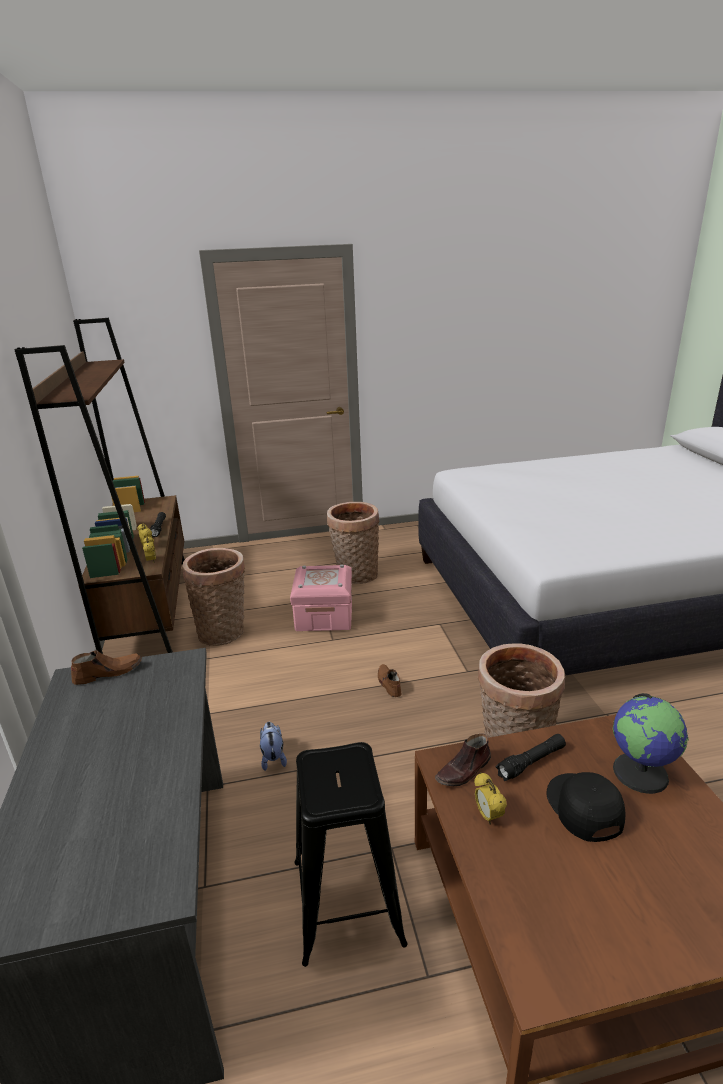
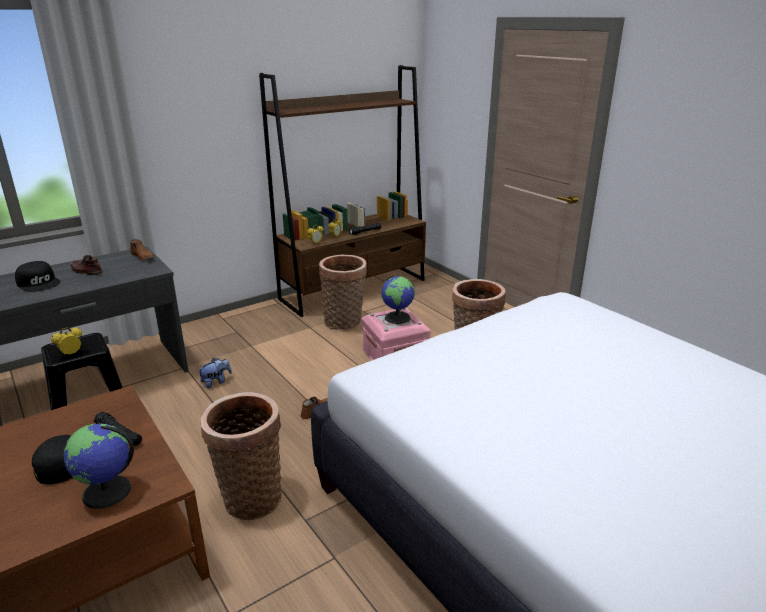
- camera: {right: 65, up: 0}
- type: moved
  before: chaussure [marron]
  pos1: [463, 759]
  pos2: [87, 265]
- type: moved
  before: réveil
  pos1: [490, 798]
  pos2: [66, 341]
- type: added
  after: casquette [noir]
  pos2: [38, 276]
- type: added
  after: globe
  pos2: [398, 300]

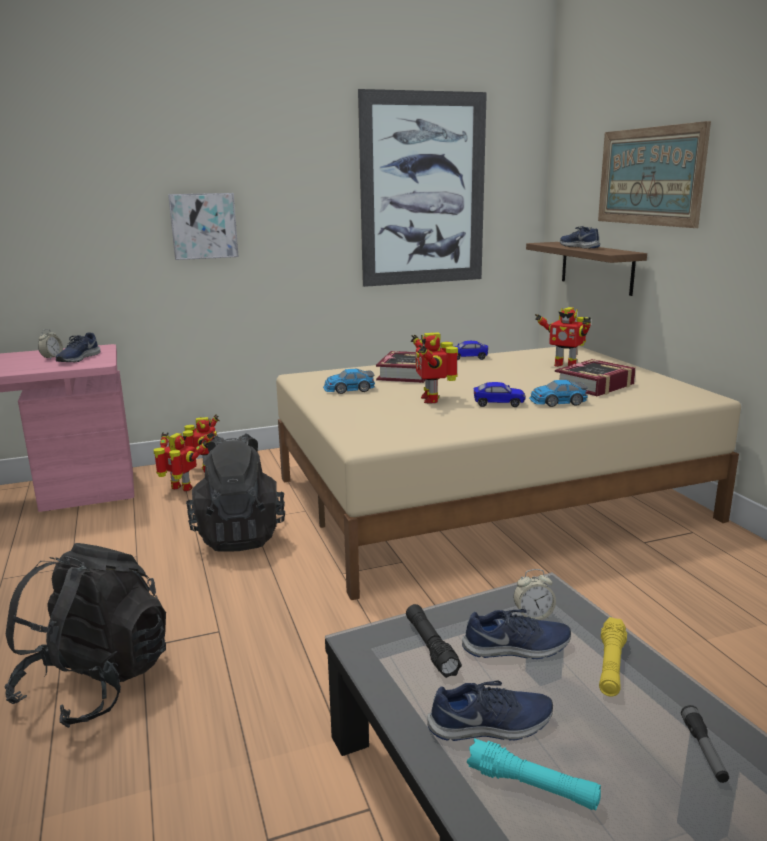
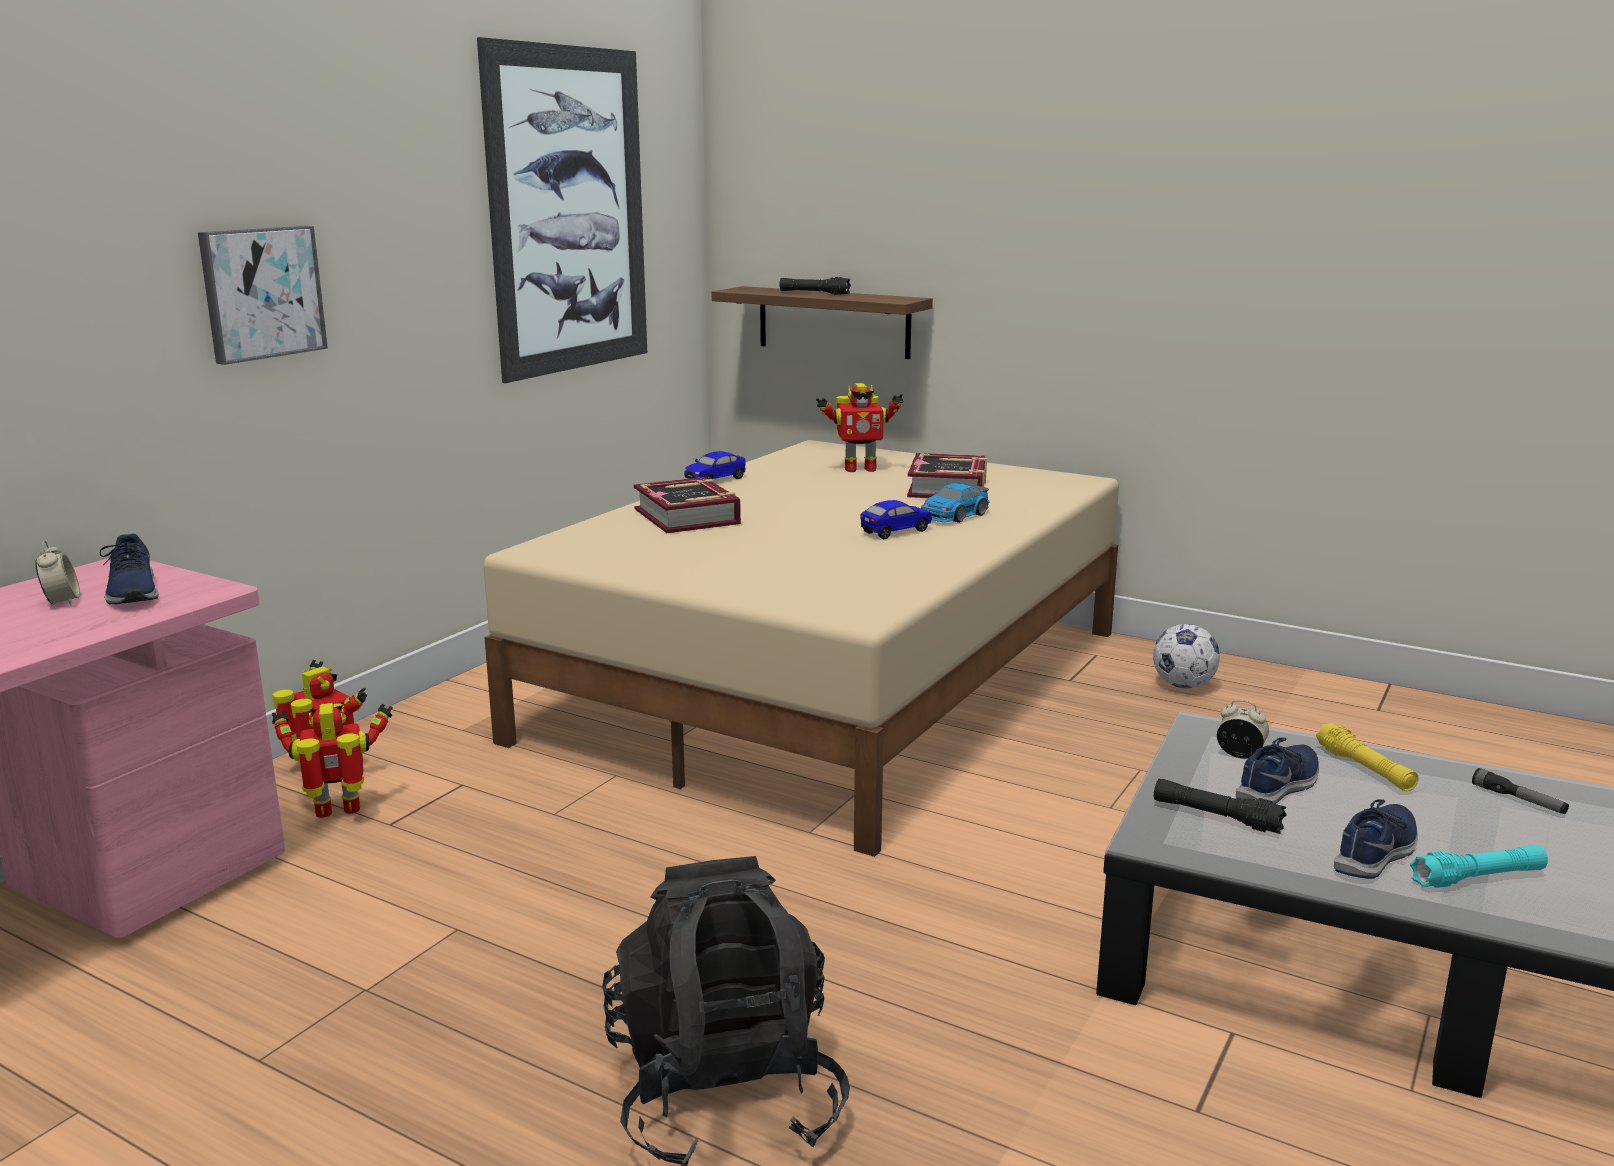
- camera: {right: -40, up: 0}
- type: removed
  before: tableau
  pos1: [654, 174]
- type: replaced
  before: chaussure [bleu]
  after: lampe de poche [noir]
  pos1: [580, 237]
  pos2: [815, 286]
- type: removed
  before: robot jouet
  pos1: [434, 367]
- type: removed
  before: petite voiture
  pos1: [349, 381]
- type: removed
  before: sac à dos [noir]
  pos1: [235, 492]
- type: turned
  before: réveil
  pos1: [534, 594]
  pos2: [1243, 729]
  turn: -105
- type: added
  after: ballon de foot
  pos2: [1186, 656]

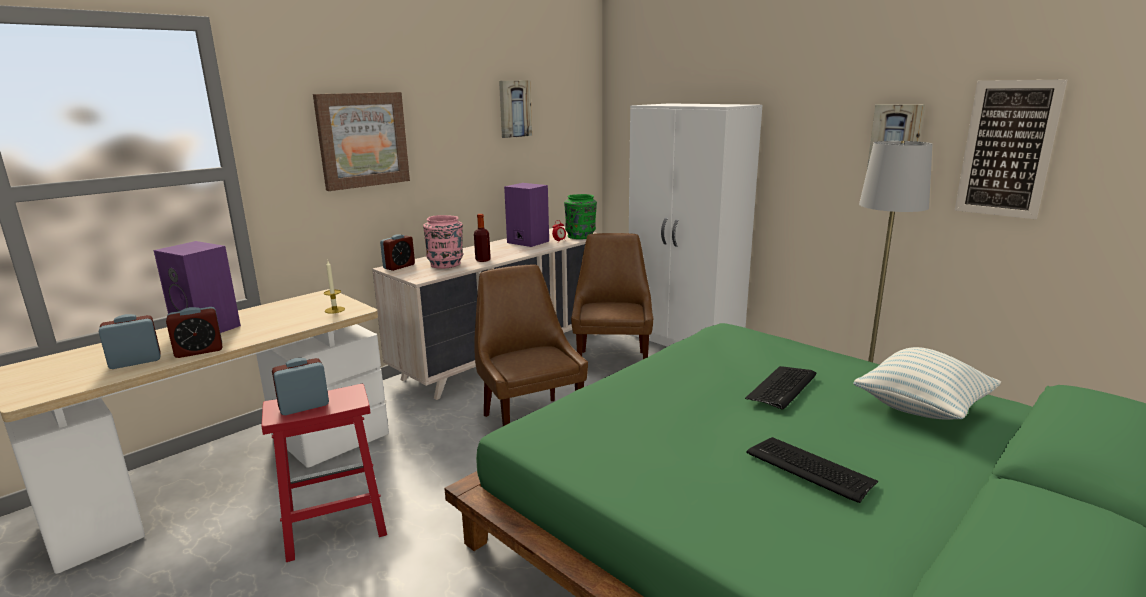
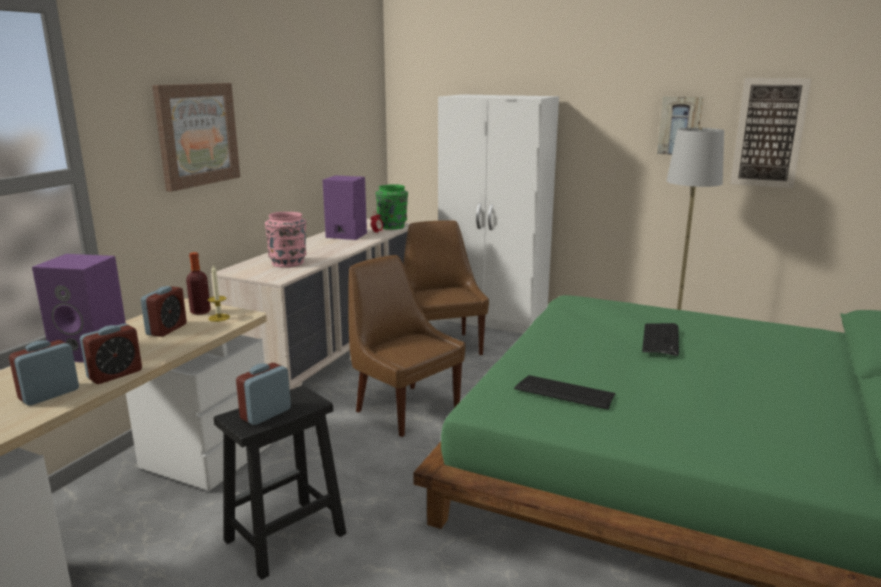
- camera: {right: -20, up: 0}
- type: removed
  before: tableau
  pos1: [515, 109]
- type: moved
  before: bouteille
  pos1: [482, 238]
  pos2: [198, 283]
- type: moved
  before: réveil
  pos1: [397, 252]
  pos2: [164, 311]
- type: removed
  before: coussin
  pos1: [927, 383]
- type: recoloured
  before: tabouret [rouge]
  after: tabouret [noir]
  pos1: [324, 473]
  pos2: [280, 483]
- type: moved
  before: clavier
  pos1: [812, 470]
  pos2: [565, 392]

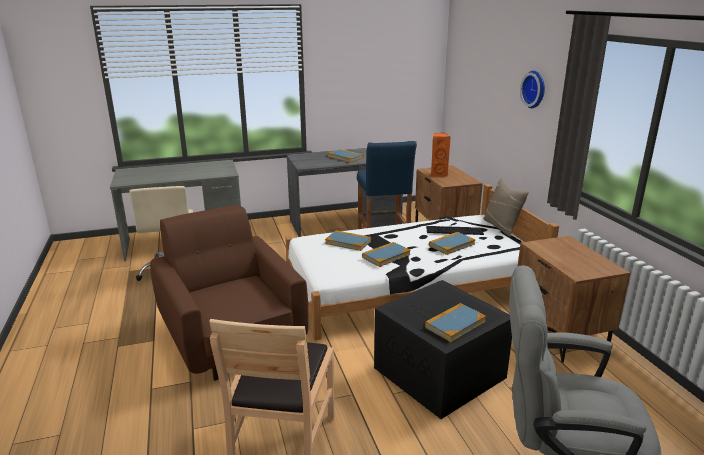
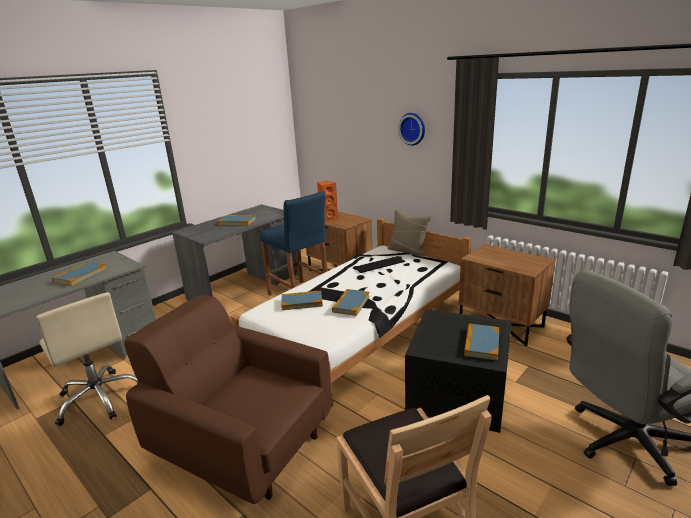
- camera: {right: -30, up: 0}
- type: moved
  before: livre
  pos1: [452, 243]
  pos2: [79, 273]

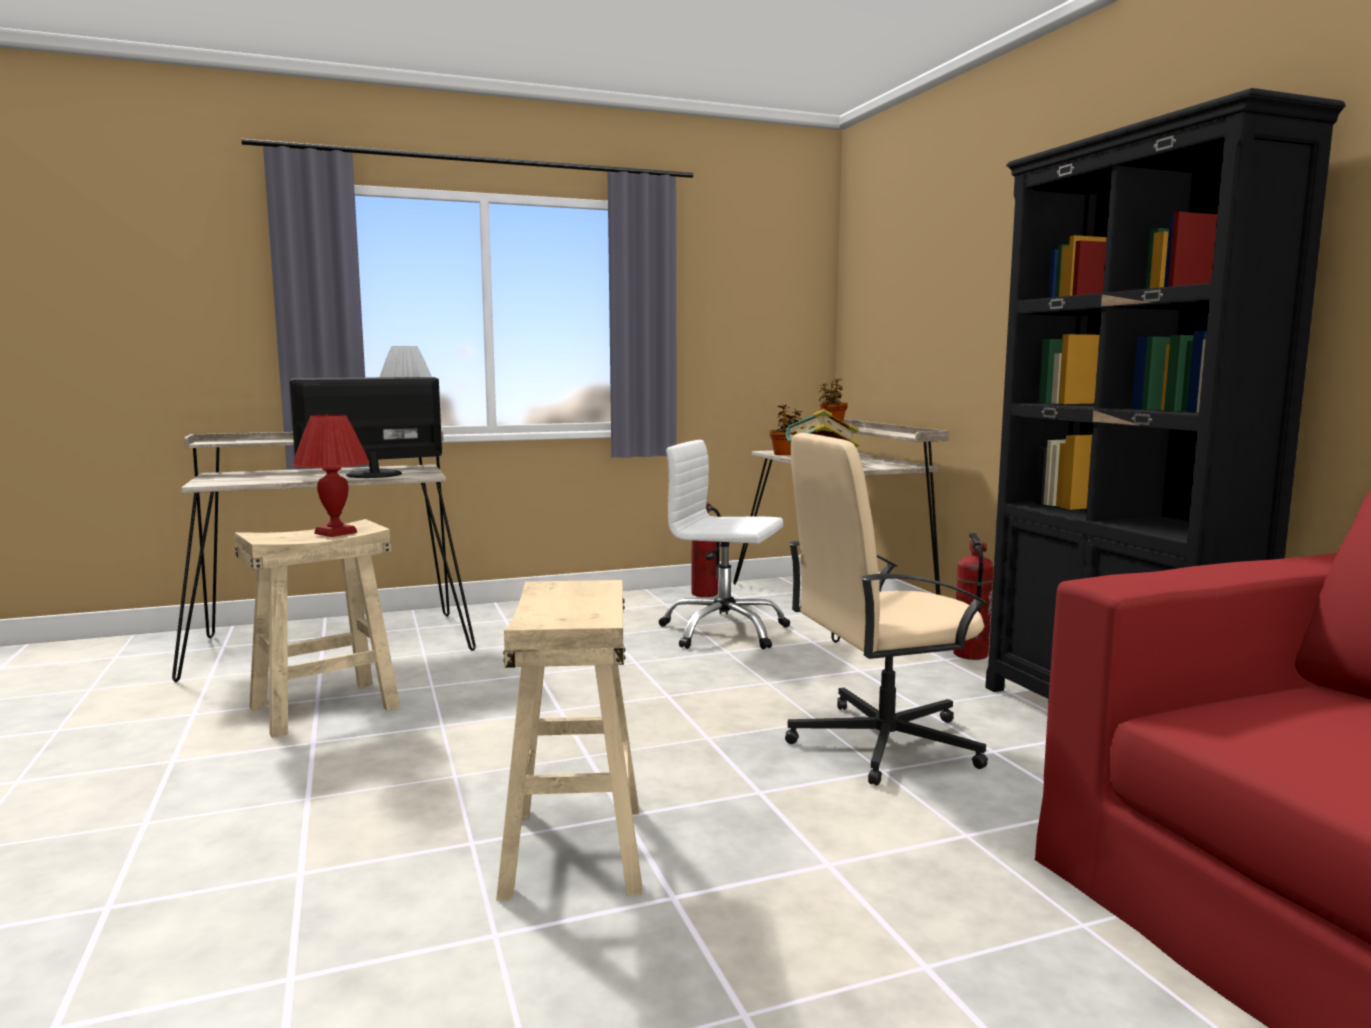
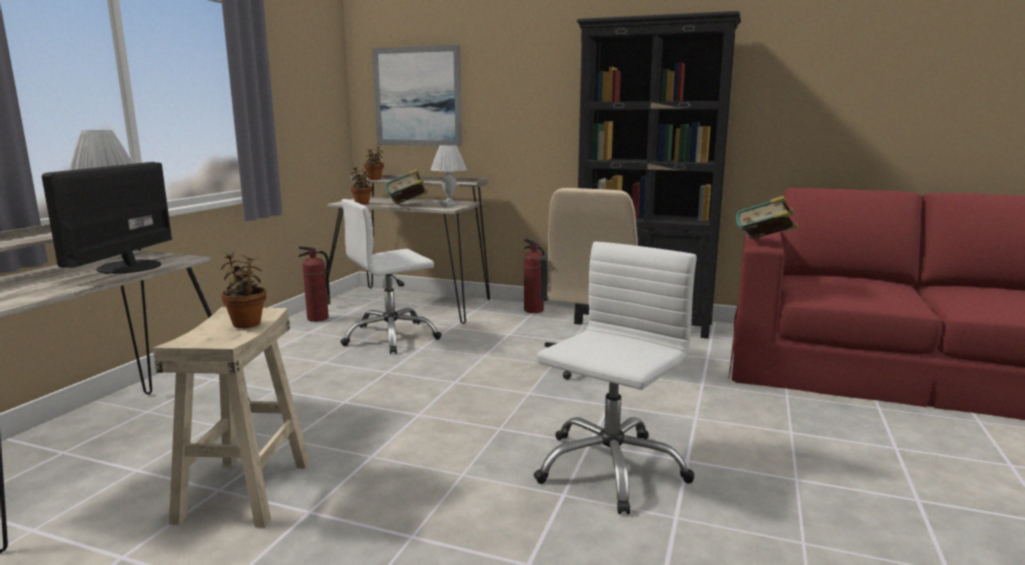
- camera: {right: -50, up: 5}
- type: replaced
  before: lampe de table [rouge]
  after: plante en pot
  pos1: [331, 475]
  pos2: [243, 290]
- type: replaced
  before: tabouret [beige]
  after: chaise de bureau [blanc]
  pos1: [569, 740]
  pos2: [615, 378]
- type: added
  after: tableau
  pos2: [417, 95]
- type: added
  after: lampe de table [blanc]
  pos2: [449, 176]
- type: added
  after: livre
  pos2: [767, 217]

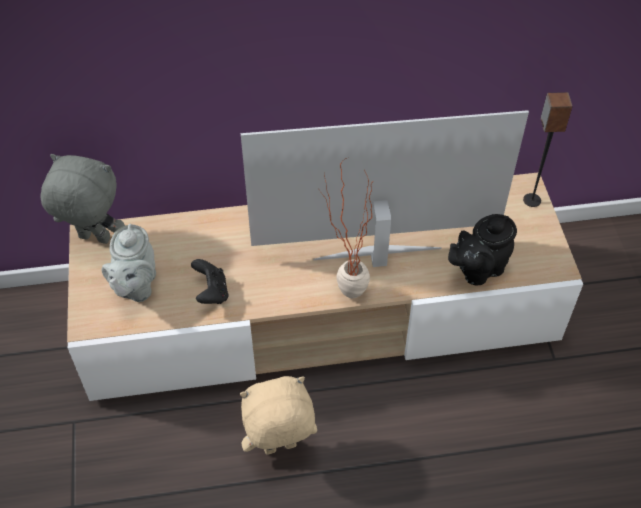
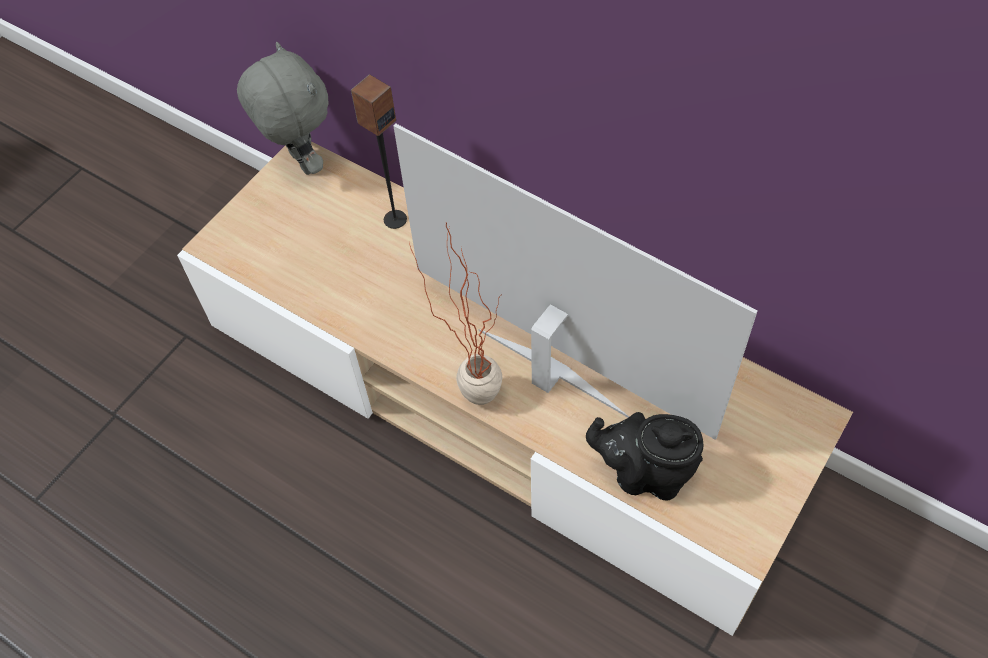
- camera: {right: 45, up: 5}
- type: moved
  before: enceinte
  pos1: [548, 149]
  pos2: [379, 152]
- type: removed
  before: théière [gris]
  pos1: [128, 263]
- type: removed
  before: manette [noir]
  pos1: [209, 281]
- type: removed
  before: peluche [beige]
  pos1: [278, 415]

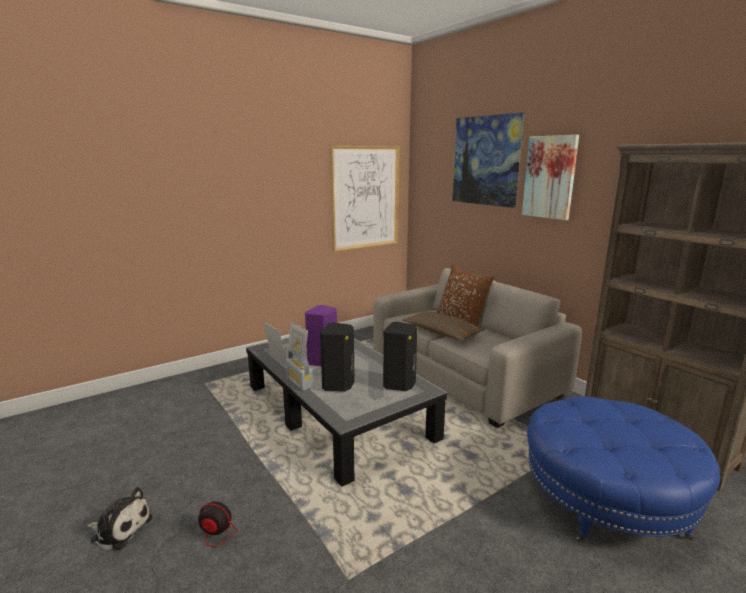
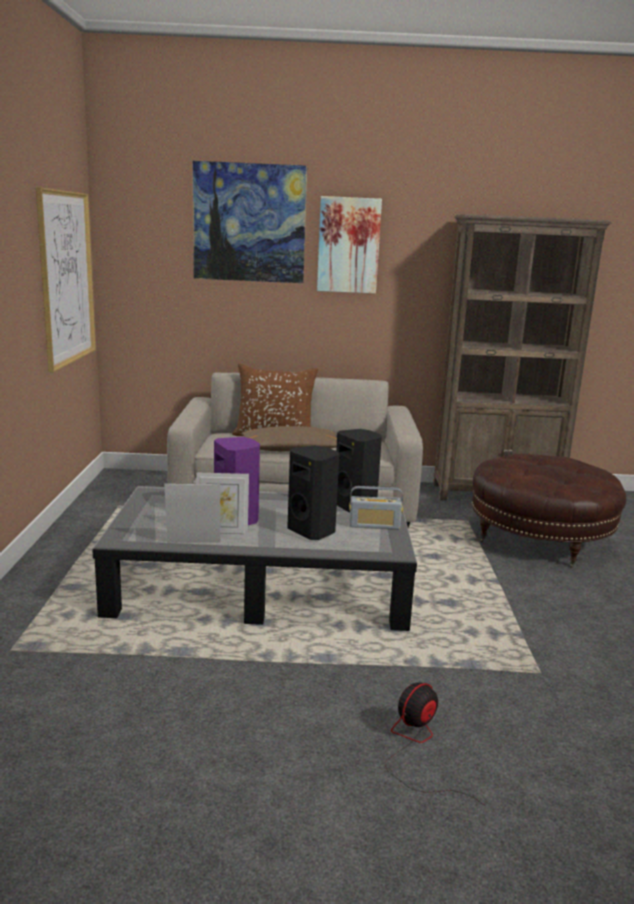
- camera: {right: -55, up: 0}
- type: moved
  before: radio
  pos1: [299, 370]
  pos2: [376, 507]
- type: recoloured
  before: pouf [bleu]
  after: pouf [marron]
  pos1: [623, 469]
  pos2: [549, 511]
- type: removed
  before: peluche
  pos1: [119, 518]

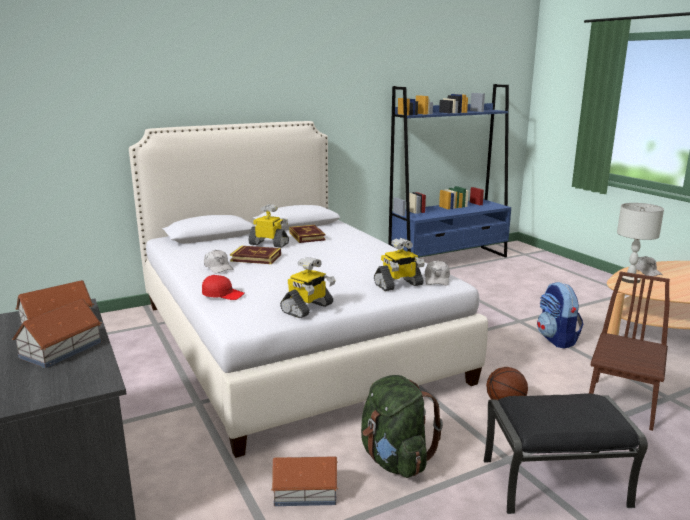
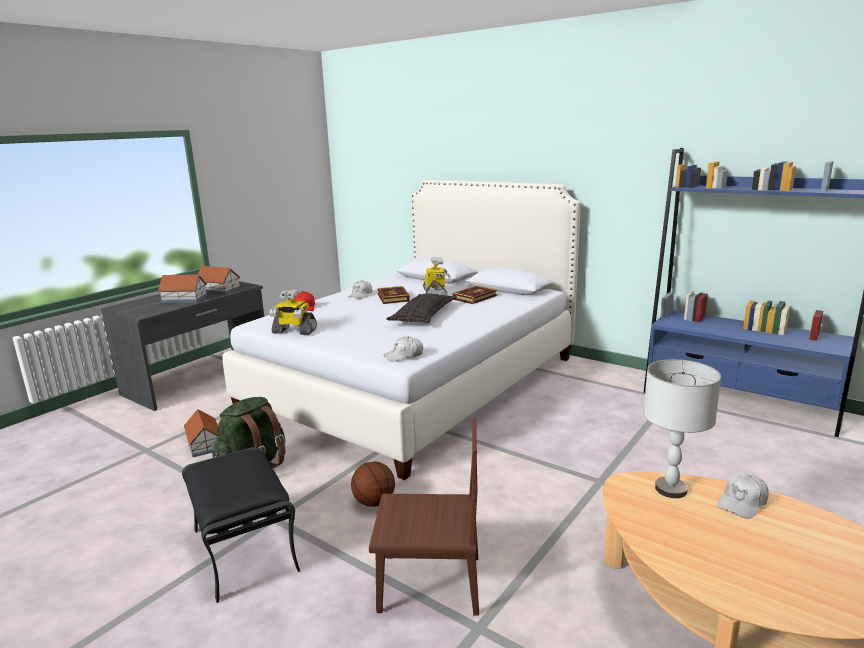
- camera: {right: 65, up: 0}
- type: removed
  before: robot jouet
  pos1: [399, 264]
- type: removed
  before: sac à dos
  pos1: [560, 315]
- type: added
  after: coussin
  pos2: [421, 309]

